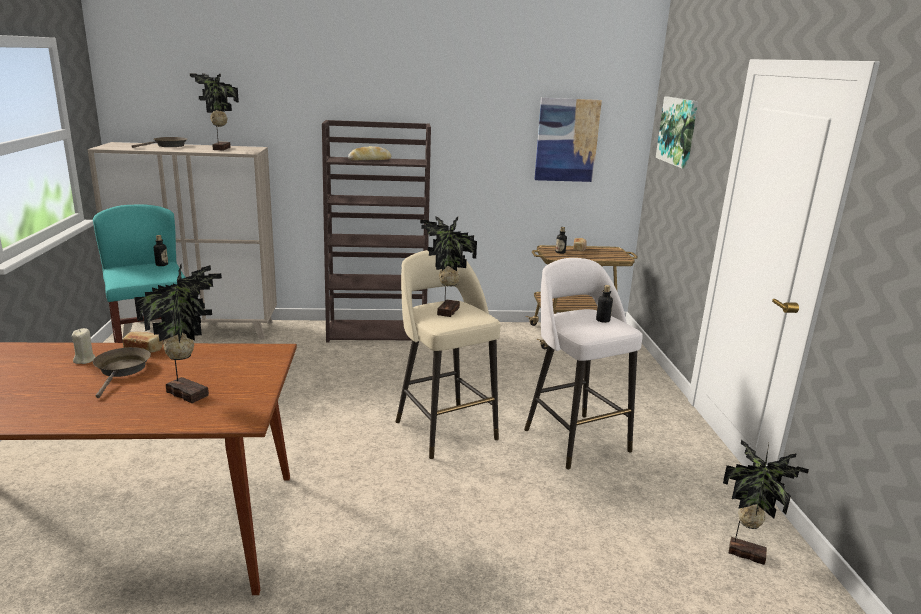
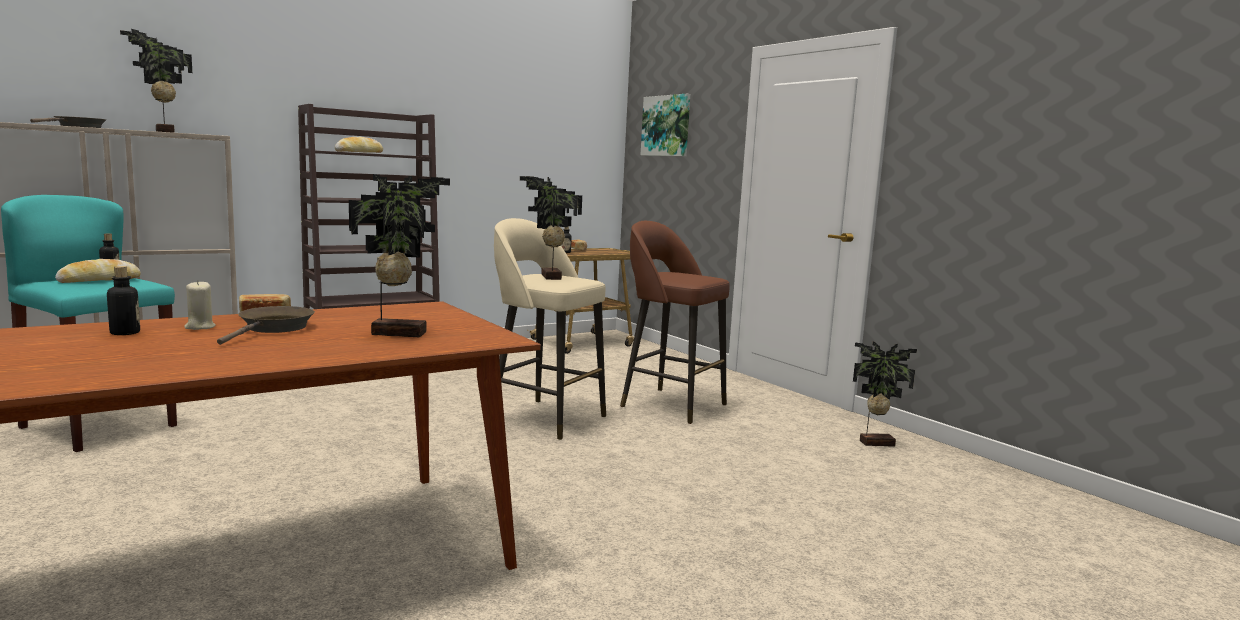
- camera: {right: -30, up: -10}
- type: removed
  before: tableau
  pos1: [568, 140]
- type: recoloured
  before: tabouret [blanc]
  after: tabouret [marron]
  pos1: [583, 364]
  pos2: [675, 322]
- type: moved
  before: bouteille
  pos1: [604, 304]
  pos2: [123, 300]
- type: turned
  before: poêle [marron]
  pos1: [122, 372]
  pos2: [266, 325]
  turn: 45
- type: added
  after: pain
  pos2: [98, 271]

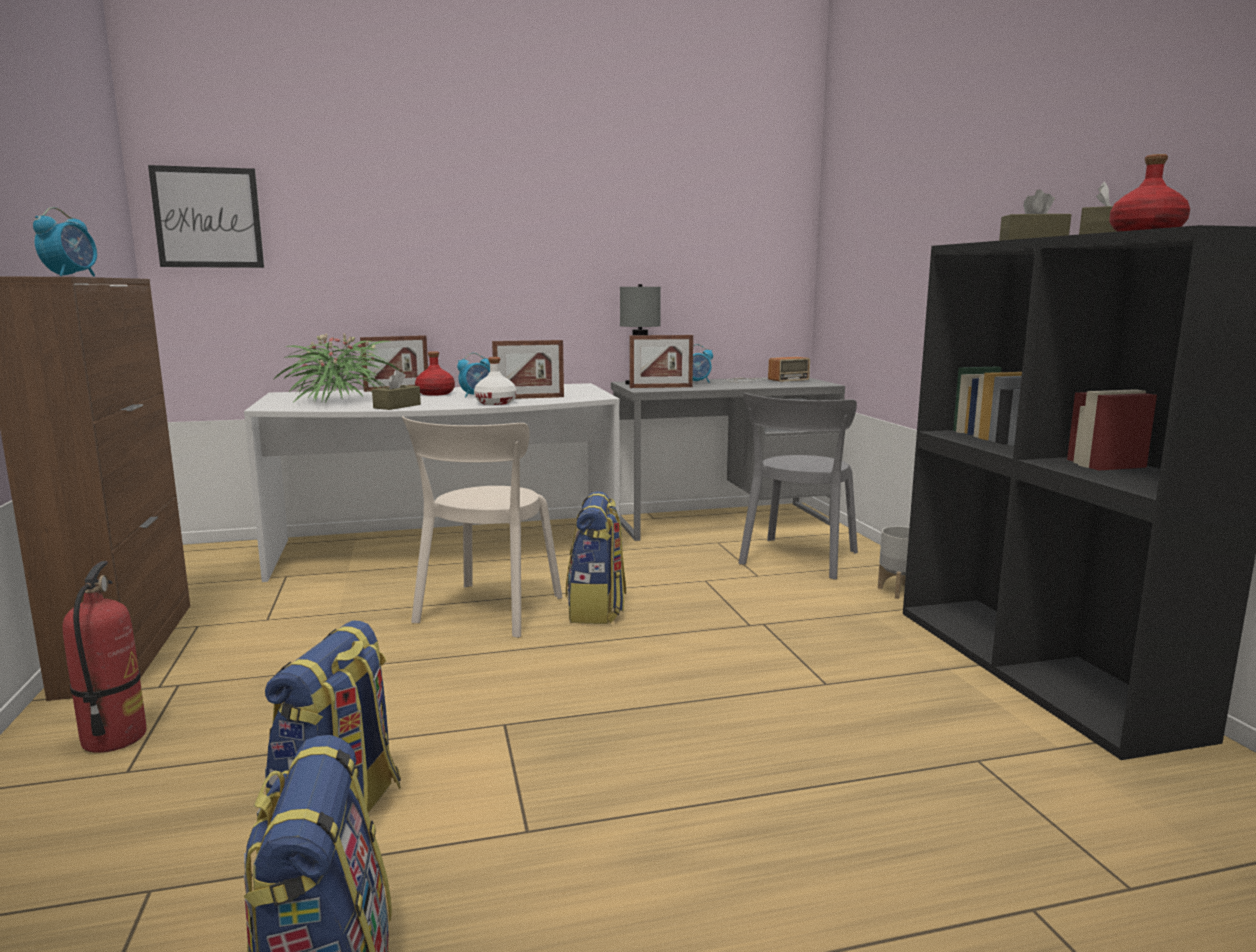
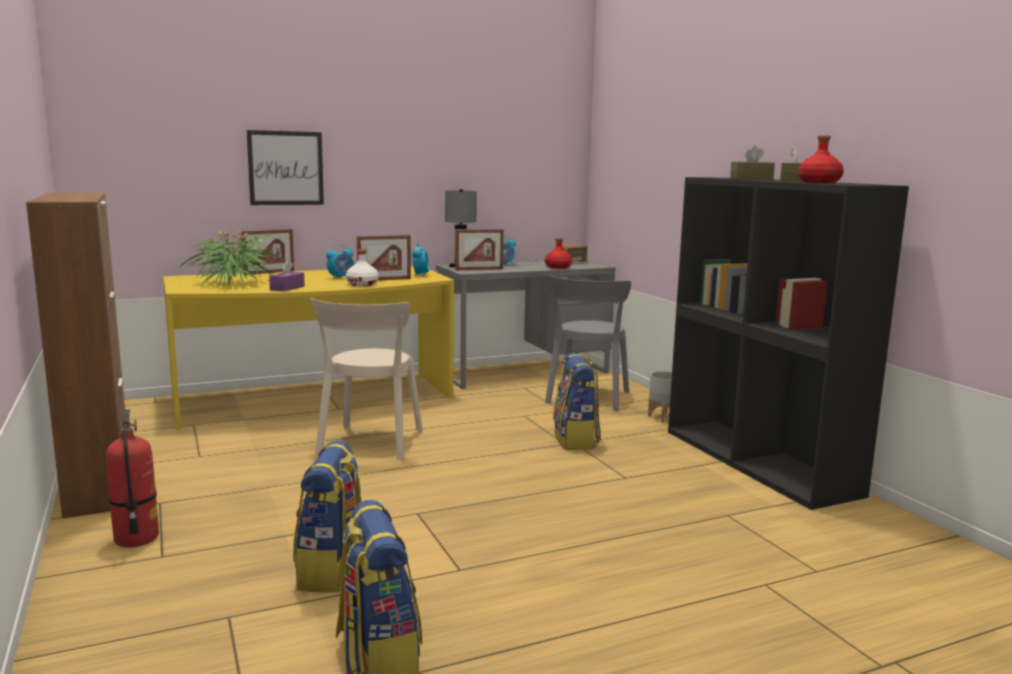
- camera: {right: -10, up: 0}
- type: moved
  before: tableau
  pos1: [206, 216]
  pos2: [285, 167]
- type: moved
  before: réveil
  pos1: [65, 242]
  pos2: [420, 260]
- type: moved
  before: bouteille [rouge]
  pos1: [435, 373]
  pos2: [558, 253]
- type: recoloured
  before: boîte à mouchoirs [marron]
  after: boîte à mouchoirs [violet]
  pos1: [396, 390]
  pos2: [287, 276]
- type: recoloured
  before: bureau [blanc]
  after: bureau [jaune]
  pos1: [432, 482]
  pos2: [308, 348]
- type: moved
  before: sac à dos
  pos1: [596, 557]
  pos2: [577, 401]

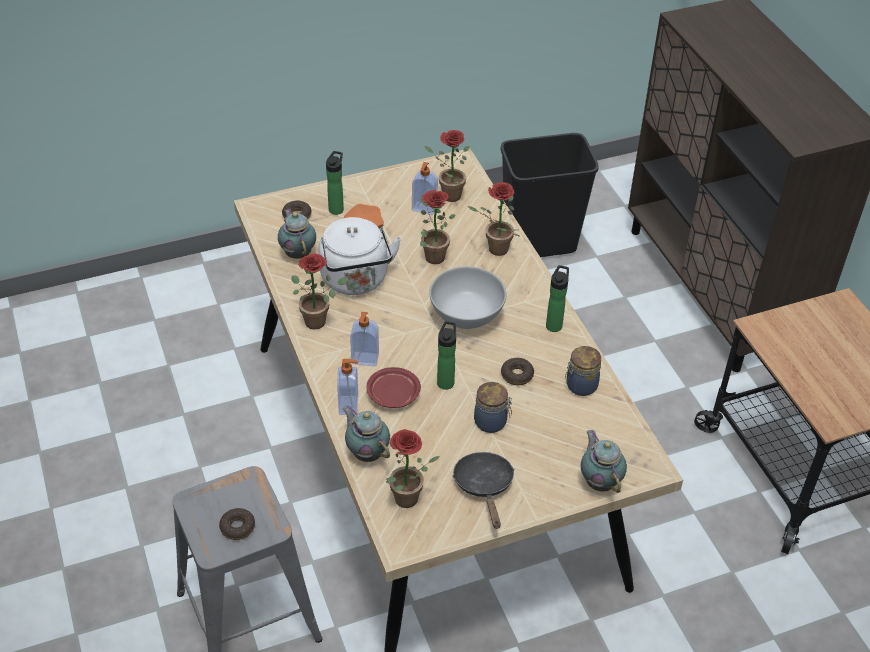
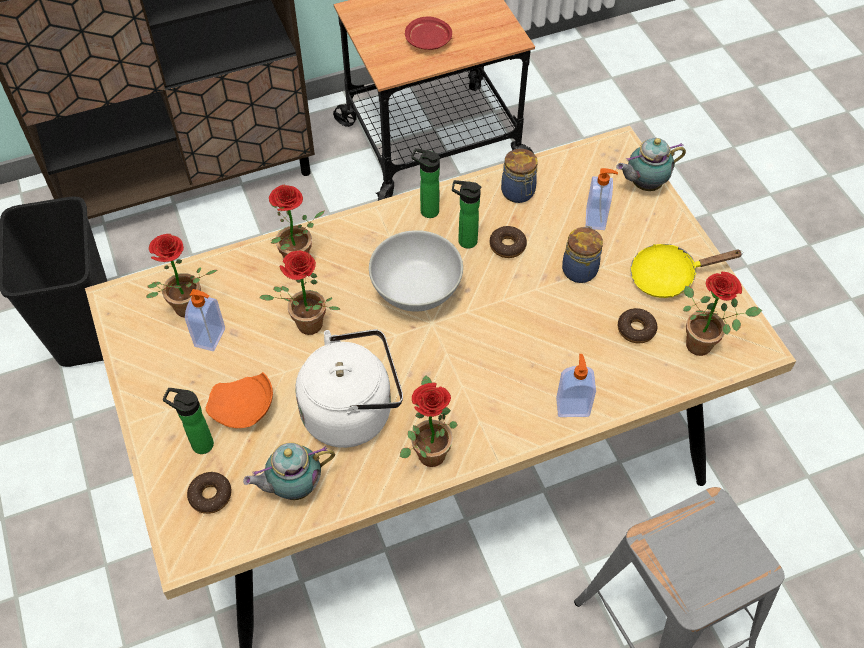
- camera: {right: -90, up: 10}
- type: moved
  before: distributeur de savon
  pos1: [364, 339]
  pos2: [602, 199]
- type: moved
  before: bouteille
  pos1: [446, 355]
  pos2: [466, 214]
- type: moved
  before: assiette [rouge]
  pos1: [393, 387]
  pos2: [428, 33]
- type: removed
  before: théière
  pos1: [366, 434]
- type: recoloured
  before: poêle [noir]
  after: poêle [jaune]
  pos1: [483, 490]
  pos2: [686, 271]
- type: moved
  before: beignet
  pos1: [237, 524]
  pos2: [637, 325]

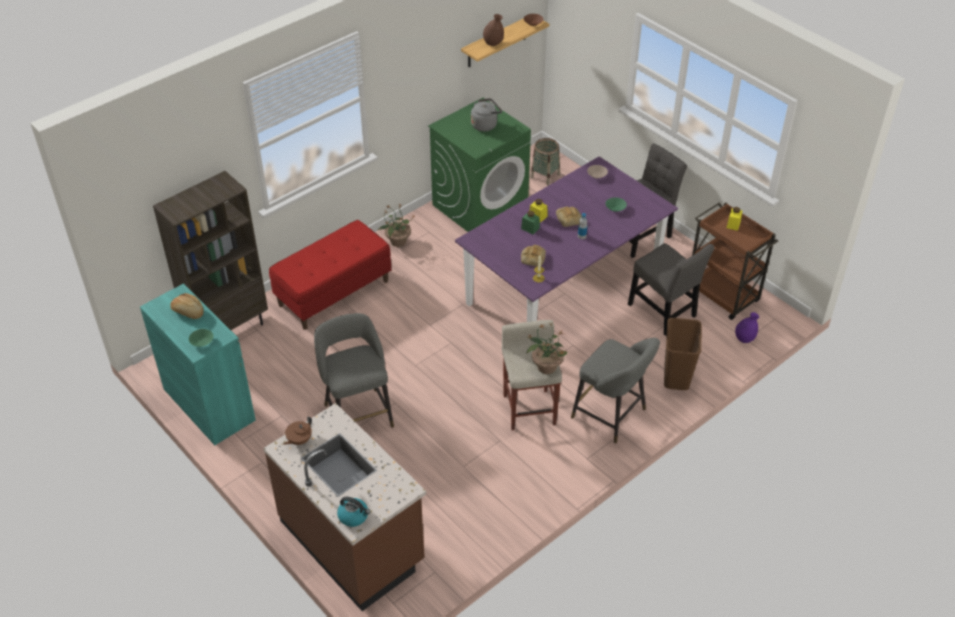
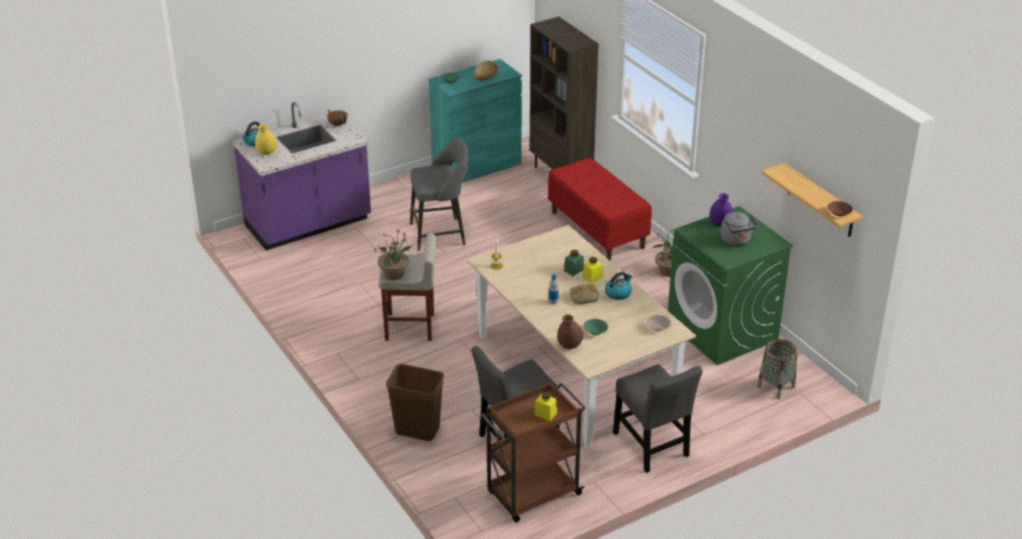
- camera: {right: 100, up: -10}
- type: moved
  before: vase [marron]
  pos1: [493, 30]
  pos2: [570, 331]
- type: recoloured
  before: table à manger [violet]
  after: table à manger [beige]
  pos1: [566, 239]
  pos2: [581, 337]
- type: removed
  before: pain
  pos1: [533, 255]
- type: moved
  before: vase [violet]
  pos1: [747, 327]
  pos2: [721, 209]
- type: removed
  before: tabouret [gris]
  pos1: [615, 390]
- type: recoloured
  before: comptoir de cuisine [marron]
  after: comptoir de cuisine [violet]
  pos1: [344, 507]
  pos2: [302, 176]
- type: added
  after: vase [jaune]
  pos2: [266, 139]
- type: added
  after: bouilloire
  pos2: [618, 286]

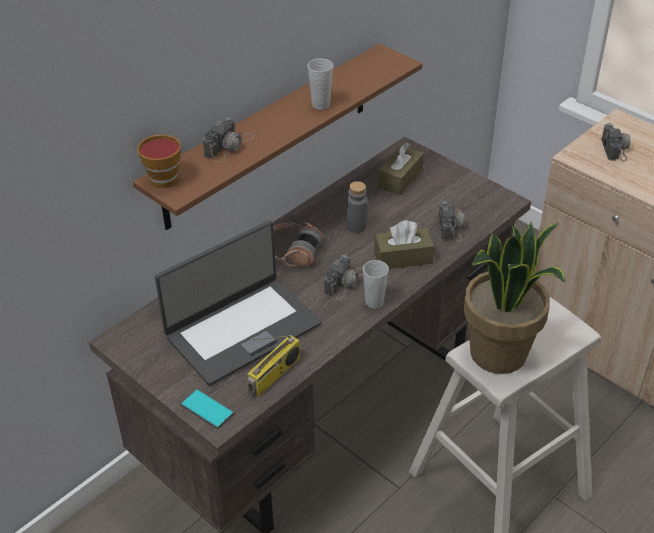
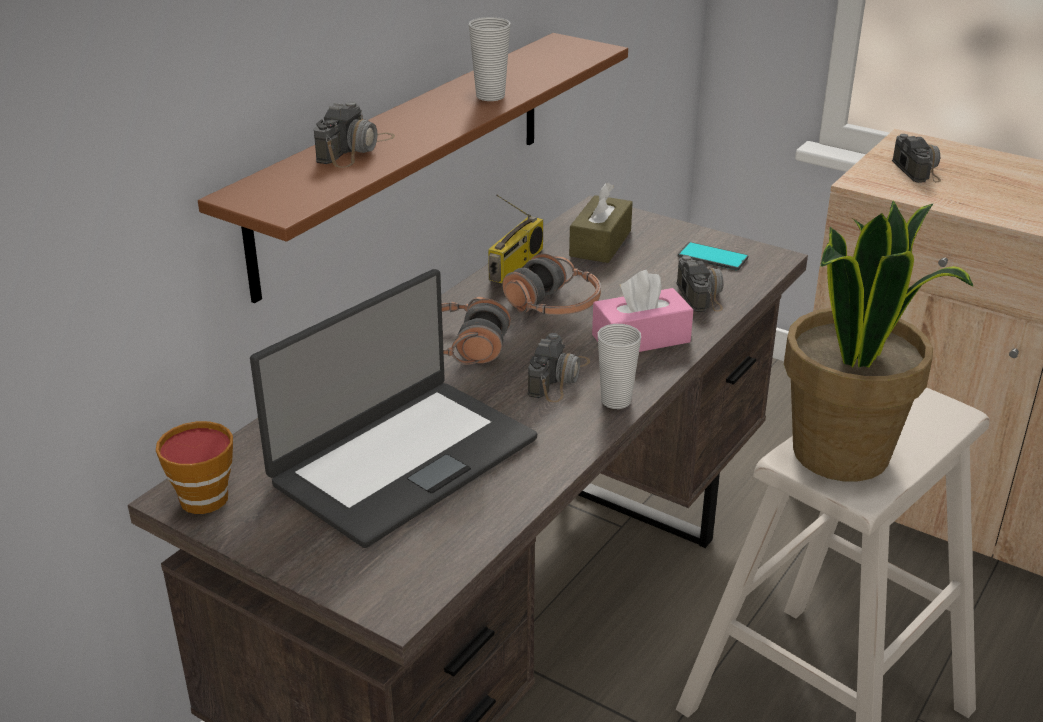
- camera: {right: -10, up: -10}
- type: moved
  before: tasse
  pos1: [159, 161]
  pos2: [194, 467]
- type: replaced
  before: bouteille [gris]
  after: casque audio
  pos1: [357, 207]
  pos2: [551, 284]
- type: recoloured
  before: boîte à mouchoirs [marron]
  after: boîte à mouchoirs [rose]
  pos1: [404, 244]
  pos2: [642, 311]
- type: moved
  before: radio
  pos1: [273, 366]
  pos2: [515, 239]
- type: moved
  before: téléphone
  pos1: [207, 409]
  pos2: [713, 256]

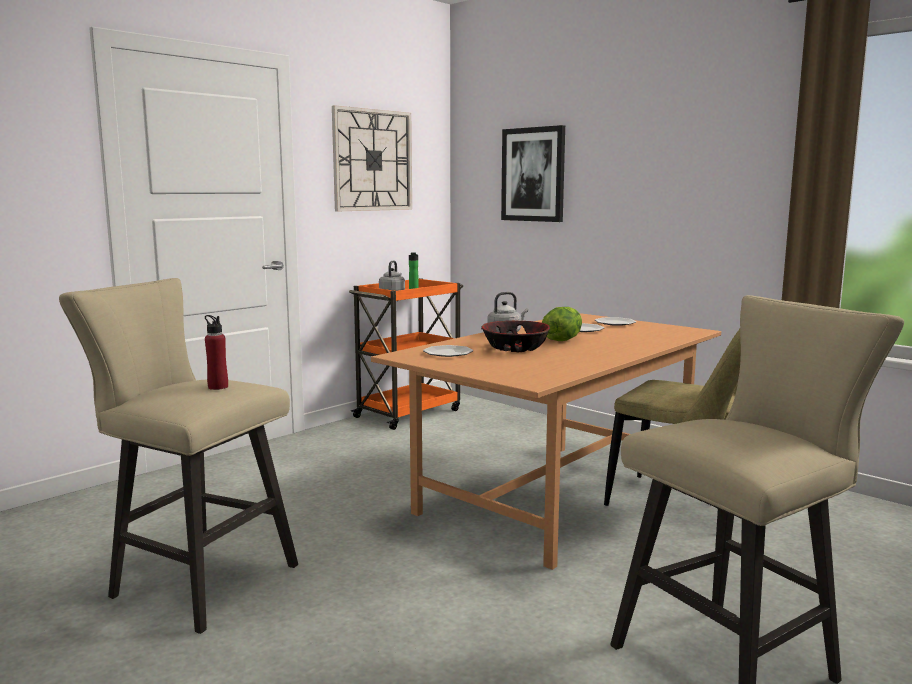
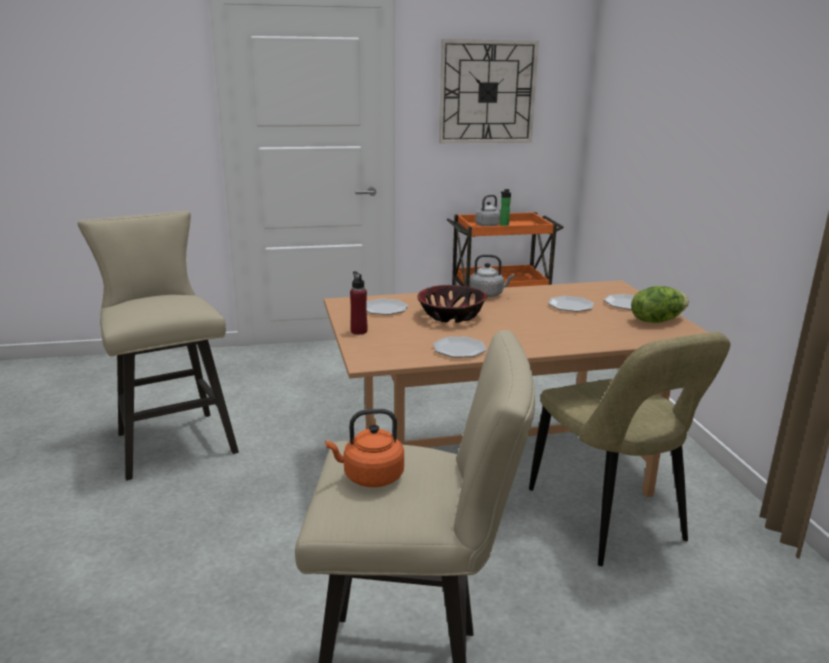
- camera: {right: 35, up: 10}
- type: removed
  before: tableau
  pos1: [533, 173]
- type: moved
  before: laitue
  pos1: [562, 324]
  pos2: [660, 304]
- type: moved
  before: bouteille [rouge]
  pos1: [216, 352]
  pos2: [359, 303]
- type: added
  after: assiette
  pos2: [459, 347]
- type: added
  after: bouilloire [orange]
  pos2: [364, 448]

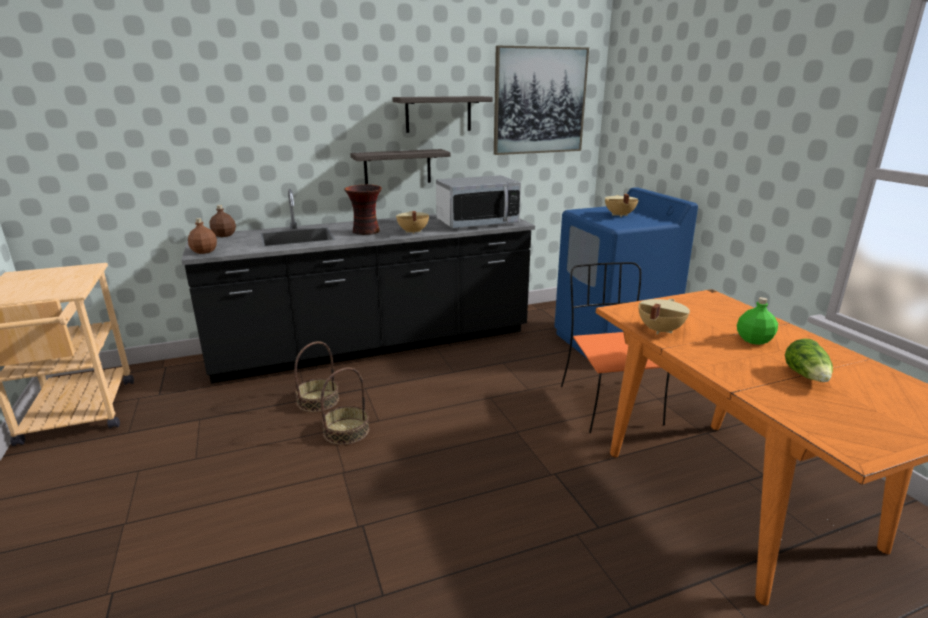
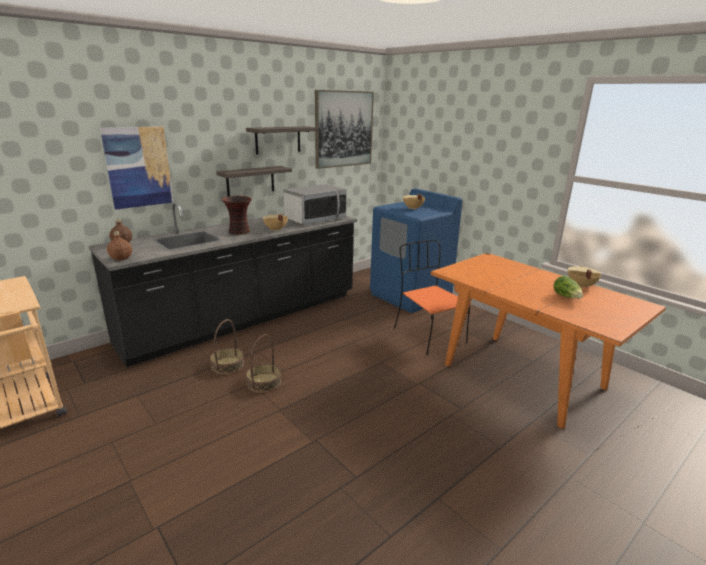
- camera: {right: -20, up: 0}
- type: removed
  before: bouteille [vert]
  pos1: [757, 321]
- type: moved
  before: marmite [beige]
  pos1: [664, 316]
  pos2: [584, 277]
- type: added
  after: tableau
  pos2: [136, 168]

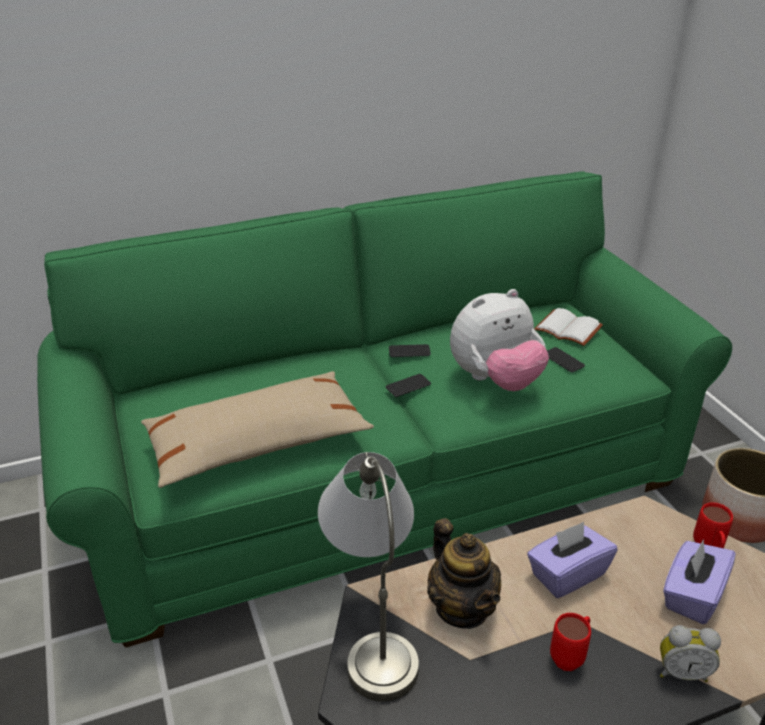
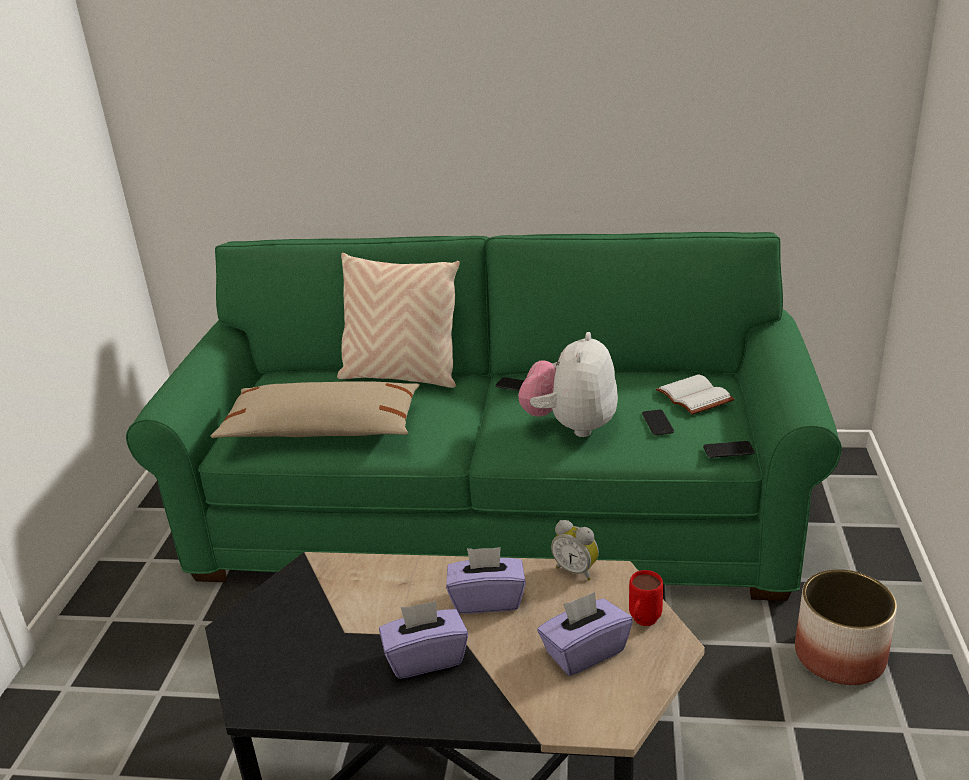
- camera: {right: 30, up: -5}
- type: turned
  before: peluche
  pos1: [499, 340]
  pos2: [568, 384]
  turn: 105
- type: moved
  before: téléphone
  pos1: [408, 385]
  pos2: [729, 449]
- type: removed
  before: lampe de table [gris]
  pos1: [368, 577]
- type: removed
  before: théière
  pos1: [464, 573]
- type: replaced
  before: mug [rouge]
  after: boîte à mouchoirs [violet]
  pos1: [570, 642]
  pos2: [423, 640]
- type: moved
  before: réveil
  pos1: [690, 653]
  pos2: [575, 550]
- type: added
  after: coussin [beige]
  pos2: [398, 320]

